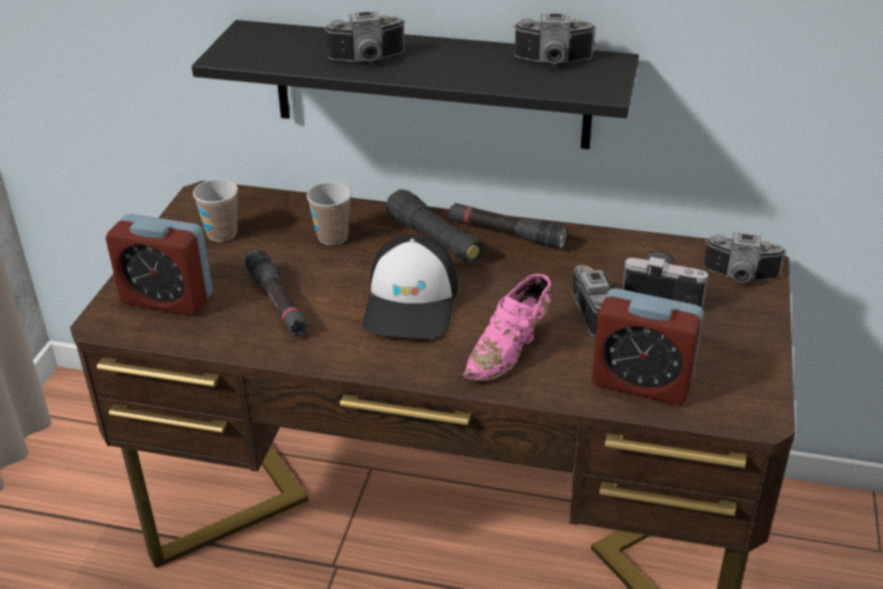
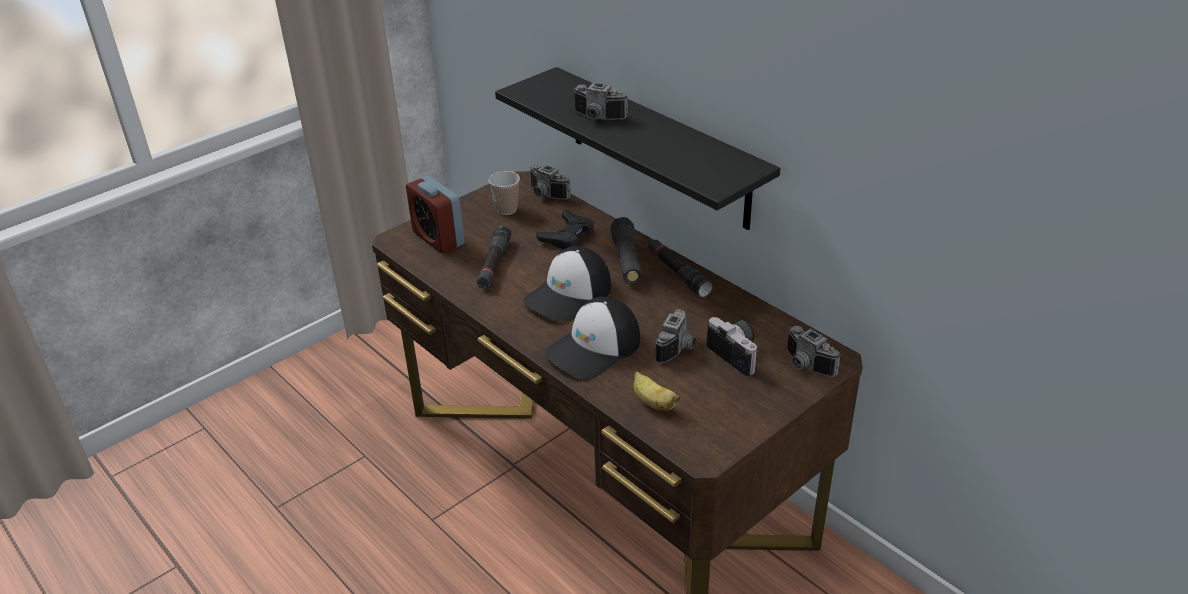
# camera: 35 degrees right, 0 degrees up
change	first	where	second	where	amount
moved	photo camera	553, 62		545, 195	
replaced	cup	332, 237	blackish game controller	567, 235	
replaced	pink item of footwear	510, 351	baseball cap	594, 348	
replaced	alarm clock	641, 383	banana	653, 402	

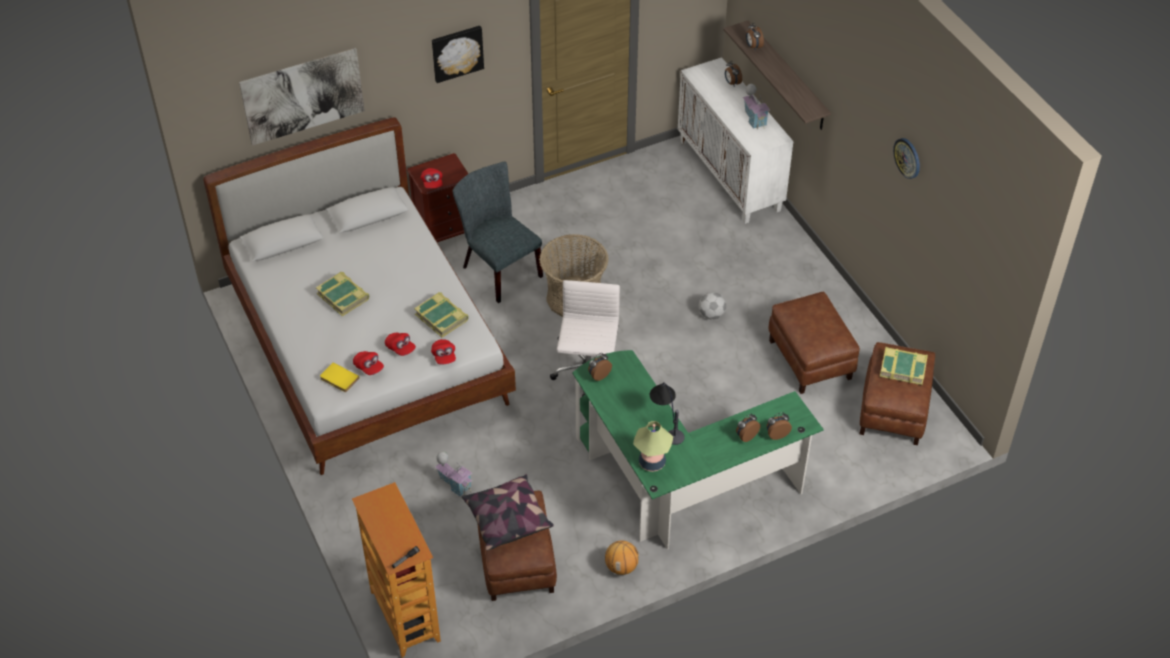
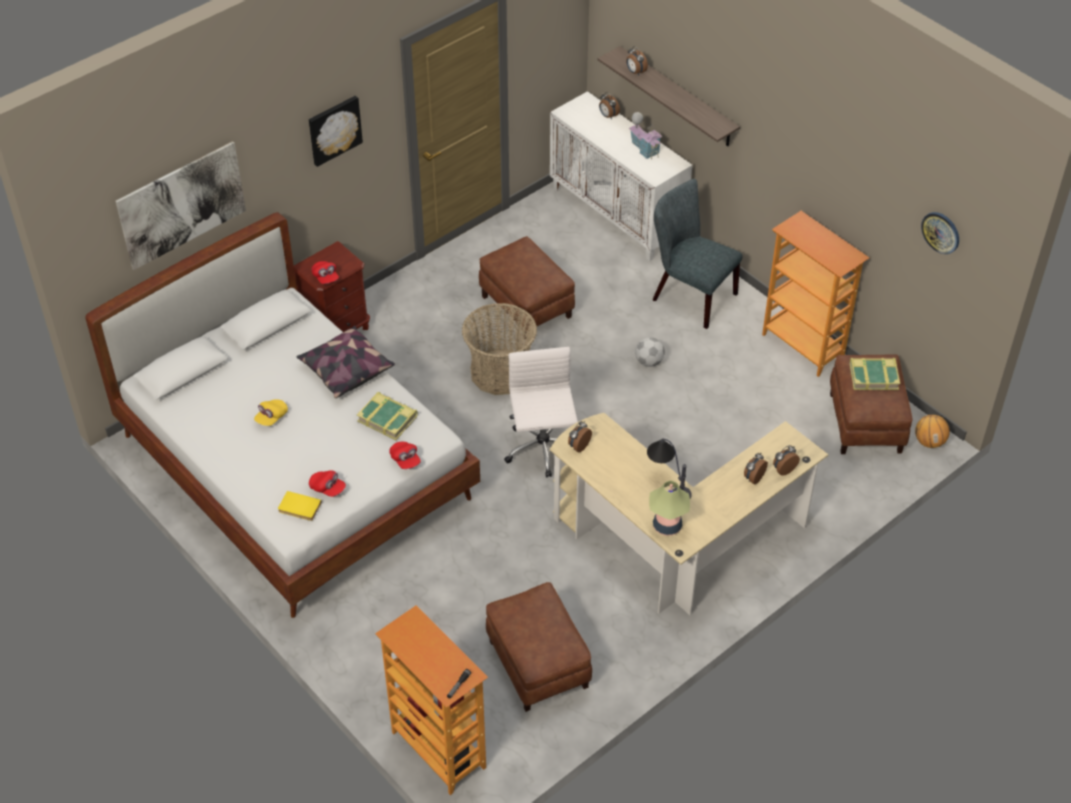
# camera: 15 degrees left, 0 degrees up
change	first	where	second	where	amount
replaced	bound book	343, 296	yellowish baseball cap	271, 417	
moved	pillow	507, 519		346, 370	
moved	brown-coloured footrest	810, 359		527, 306	
recoloured	greenish desk unit	676, 484	sand-coloured desk unit	675, 545	
moved	grey chair	498, 269		689, 295	
added			bookcase	803, 346	
moved	ball for basketball	621, 567		929, 442	
moved	hanging clock	907, 158		941, 232	
removed	red-coloured baseball cap	400, 348			
removed	miniature house	455, 484			

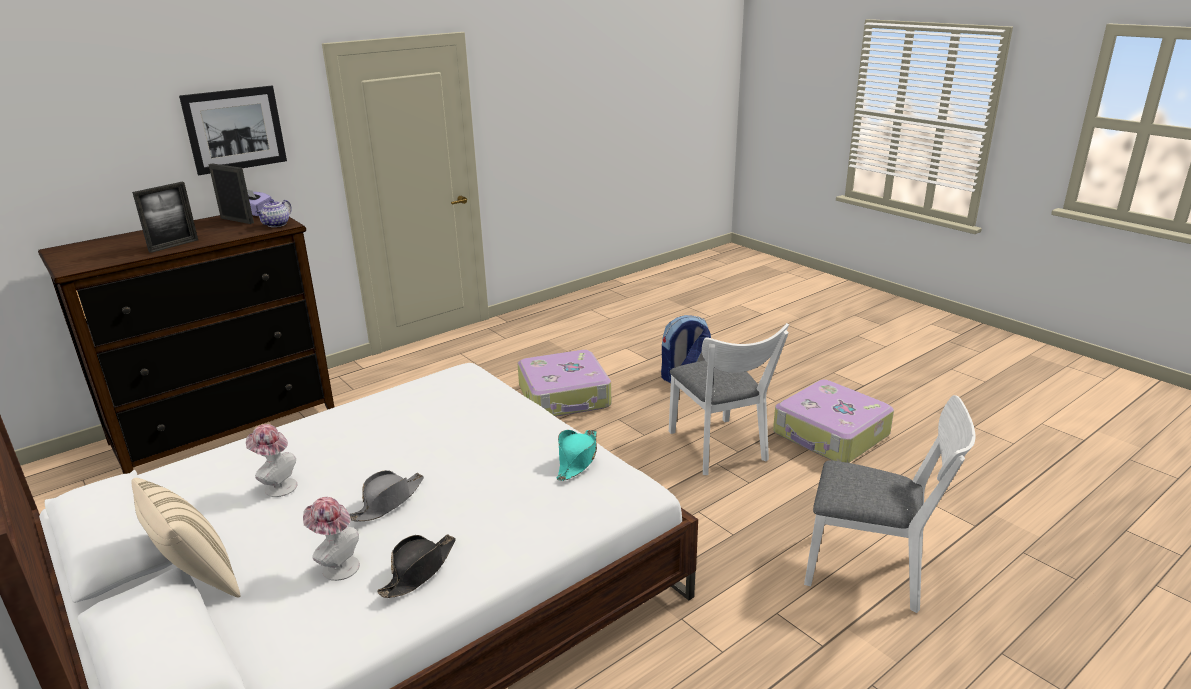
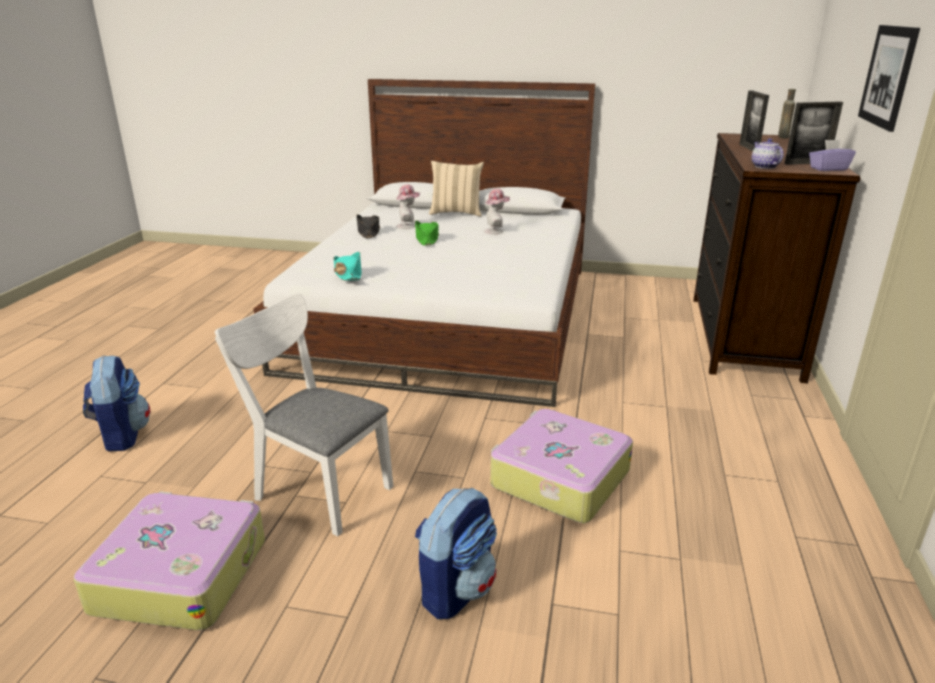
# camera: 140 degrees right, 0 degrees up
change	first	where	second	where	amount
replaced	whitish chair	875, 572	backpack	122, 435	
recoloured	grey wearable hat	388, 502	greenish wearable hat	427, 239	
added			brown-coloured bottle	783, 136	

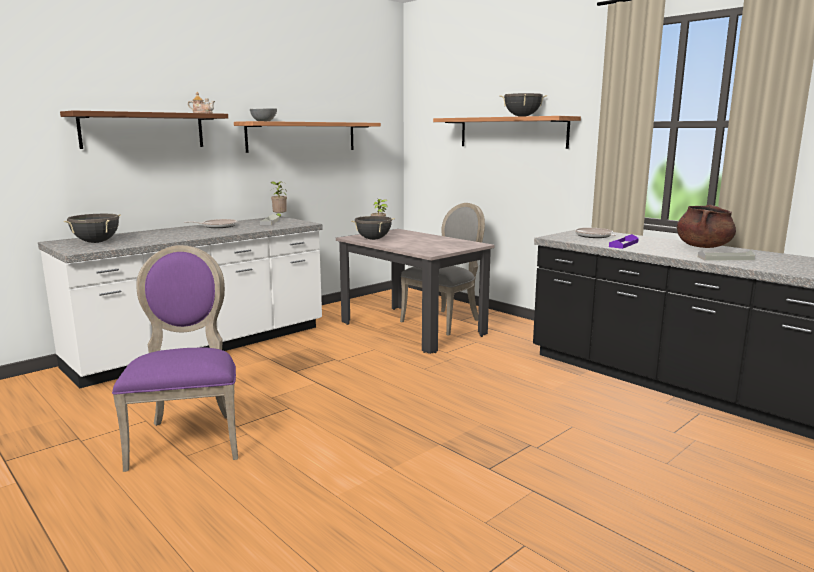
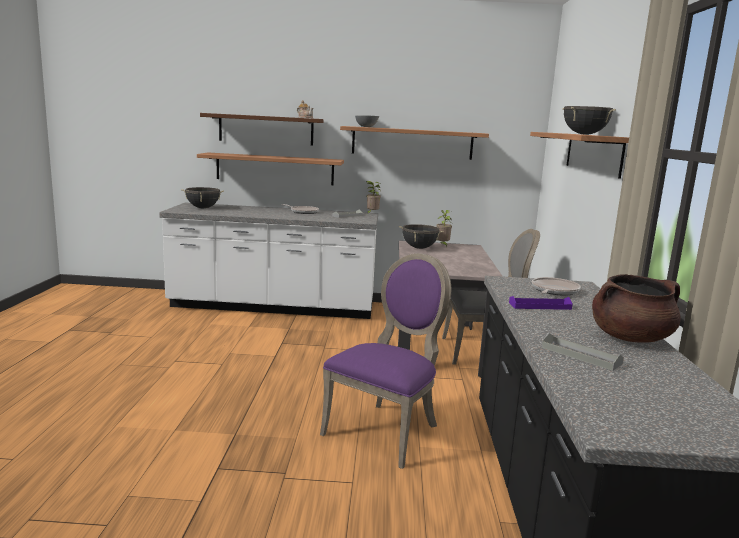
# camera: 45 degrees right, 0 degrees up
change	first	where	second	where	amount
added			shelf	275, 169	
moved	purplish chair	188, 438		386, 430	

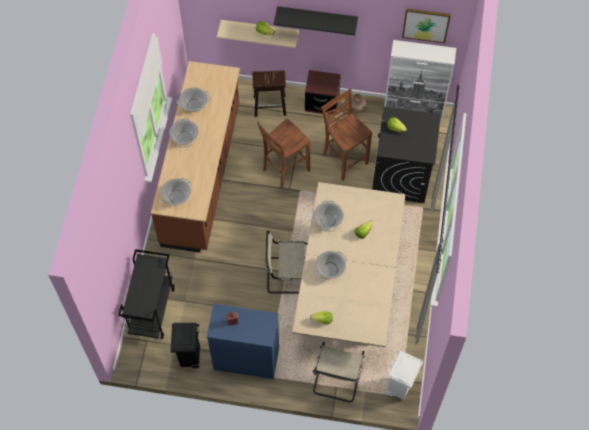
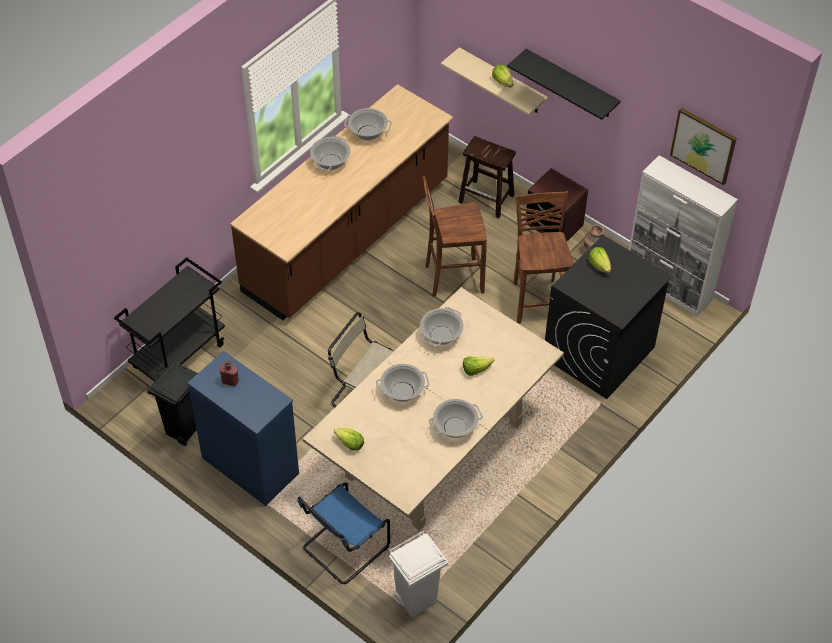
# camera: 30 degrees right, 10 degrees down
change	first	where	second	where	amount
recoloured	sand-coloured chair	336, 380	blue-coloured chair	343, 549	
moved	cooking pot	177, 197		455, 427	

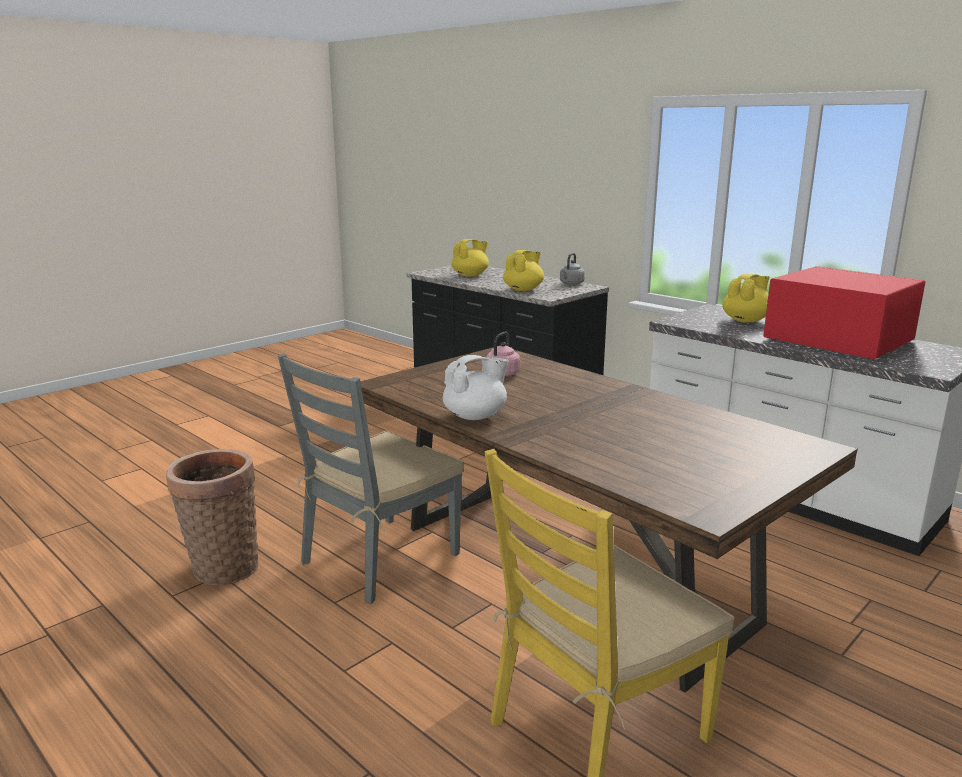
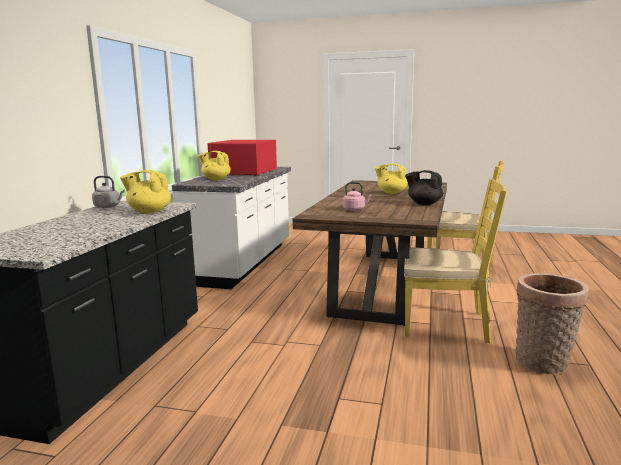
# camera: 120 degrees left, 5 degrees down
change	first	where	second	where	amount
moved	yellowish pot for tea	470, 275		391, 193	
recoloured	grey chair	379, 558	yellowish chair	446, 324	
recoloured	whitish pot for tea	476, 416	blackish pot for tea	424, 204	

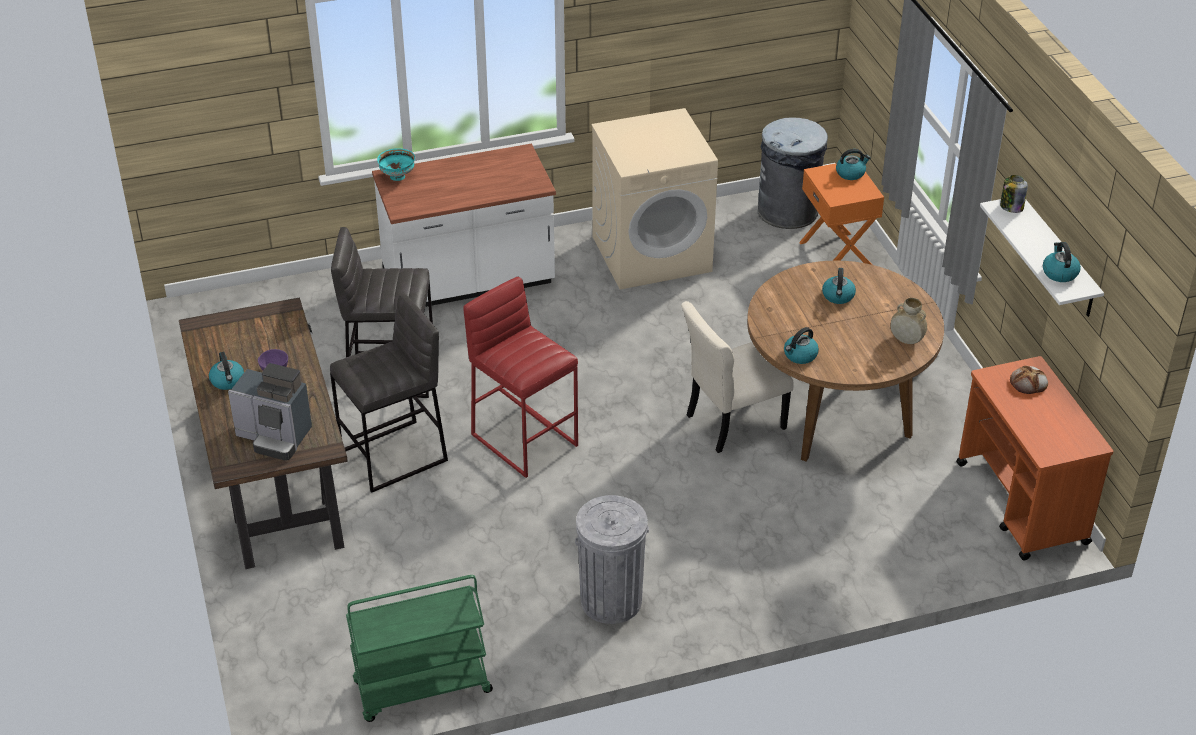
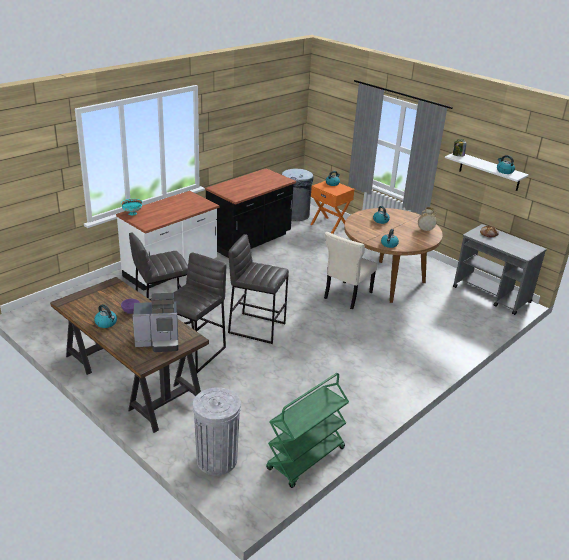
# camera: 30 degrees left, 10 degrees down
change	first	where	second	where	amount
moved	grey waste bin	611, 600		217, 460	
replaced	sand-coloured laundry appliance	652, 253	blackish kitchen counter	250, 241	
recoloured	red-coloured stool	524, 439	grey stool	256, 327	
recoloured	orangey wheeled cart	1022, 504	grey wheeled cart	492, 295	

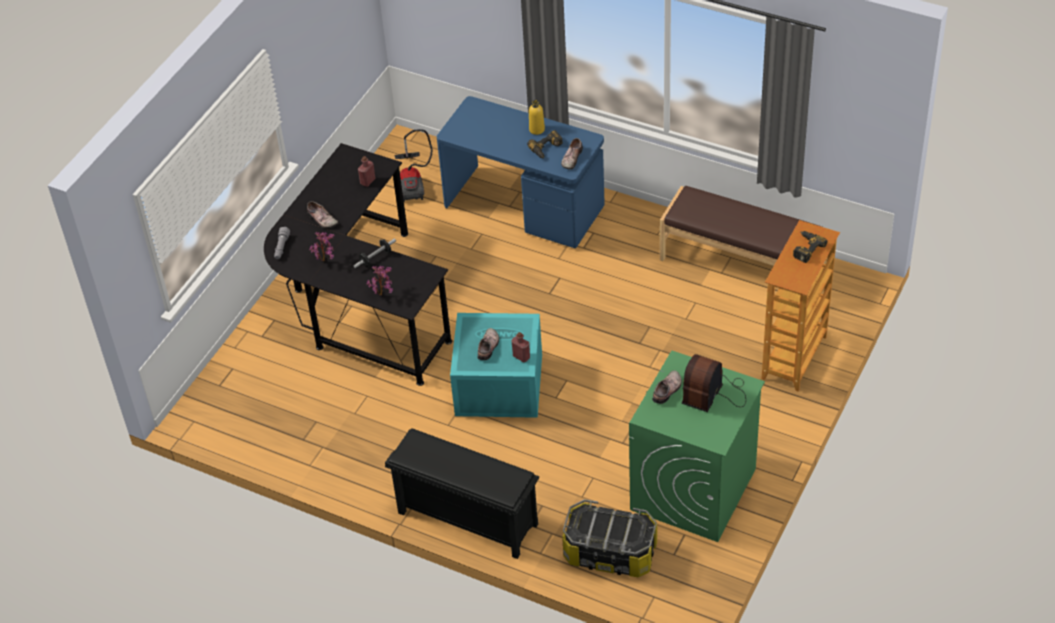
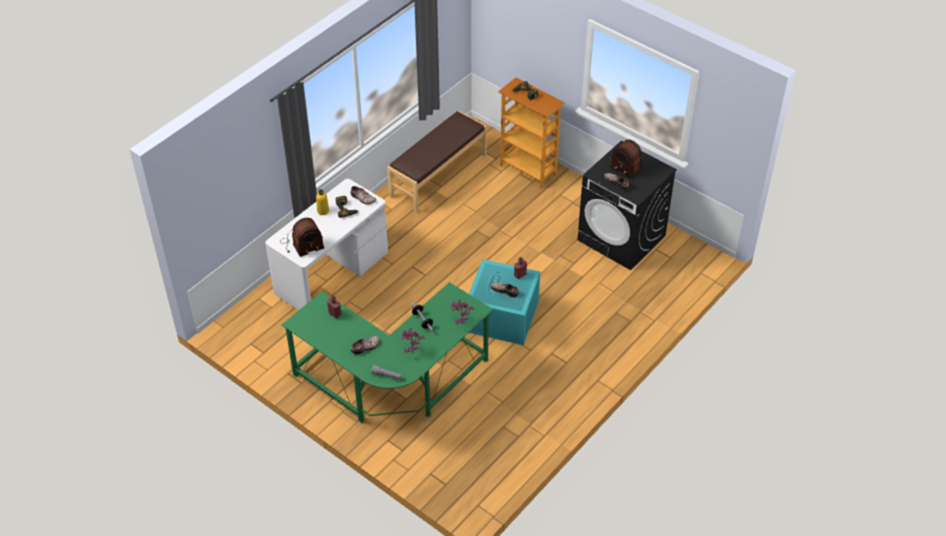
# camera: 80 degrees left, 0 degrees up
change	first	where	second	where	amount
recoloured	blue-coloured desk unit	525, 207	whitish desk unit	331, 272	
added			radio set	301, 244	
recoloured	blackish desk unit	359, 304	greenish desk unit	392, 384	
recoloured	greenish laundry appliance	693, 490	blackish laundry appliance	622, 238	
removed	blackish shoe stand	466, 519			
removed	vacuum	413, 182			
removed	storage container	610, 552			

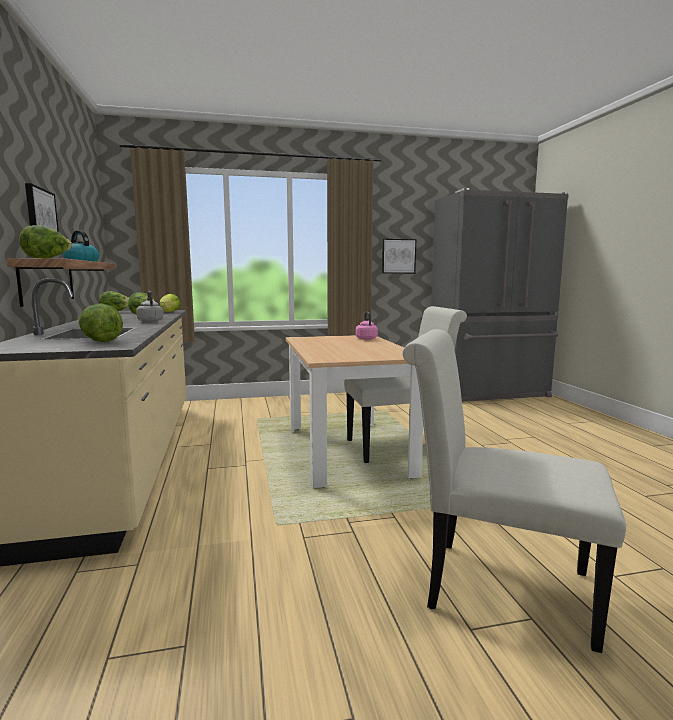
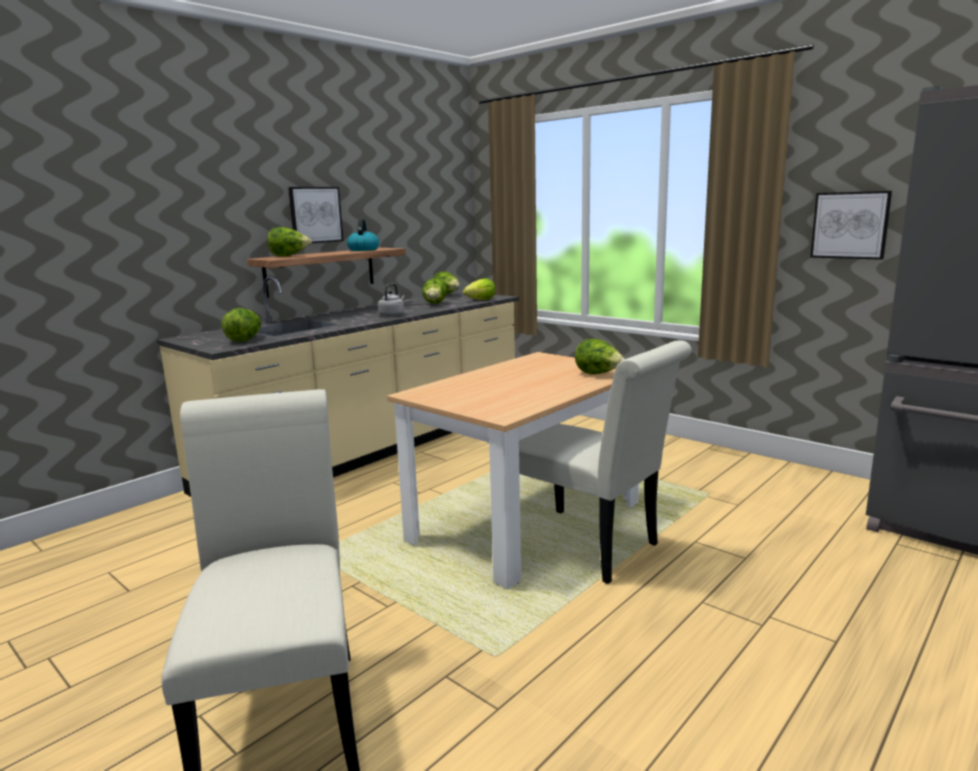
# camera: 55 degrees right, 5 degrees up
change	first	where	second	where	amount
replaced	pink water kettle	366, 338	head of lettuce	598, 374	

